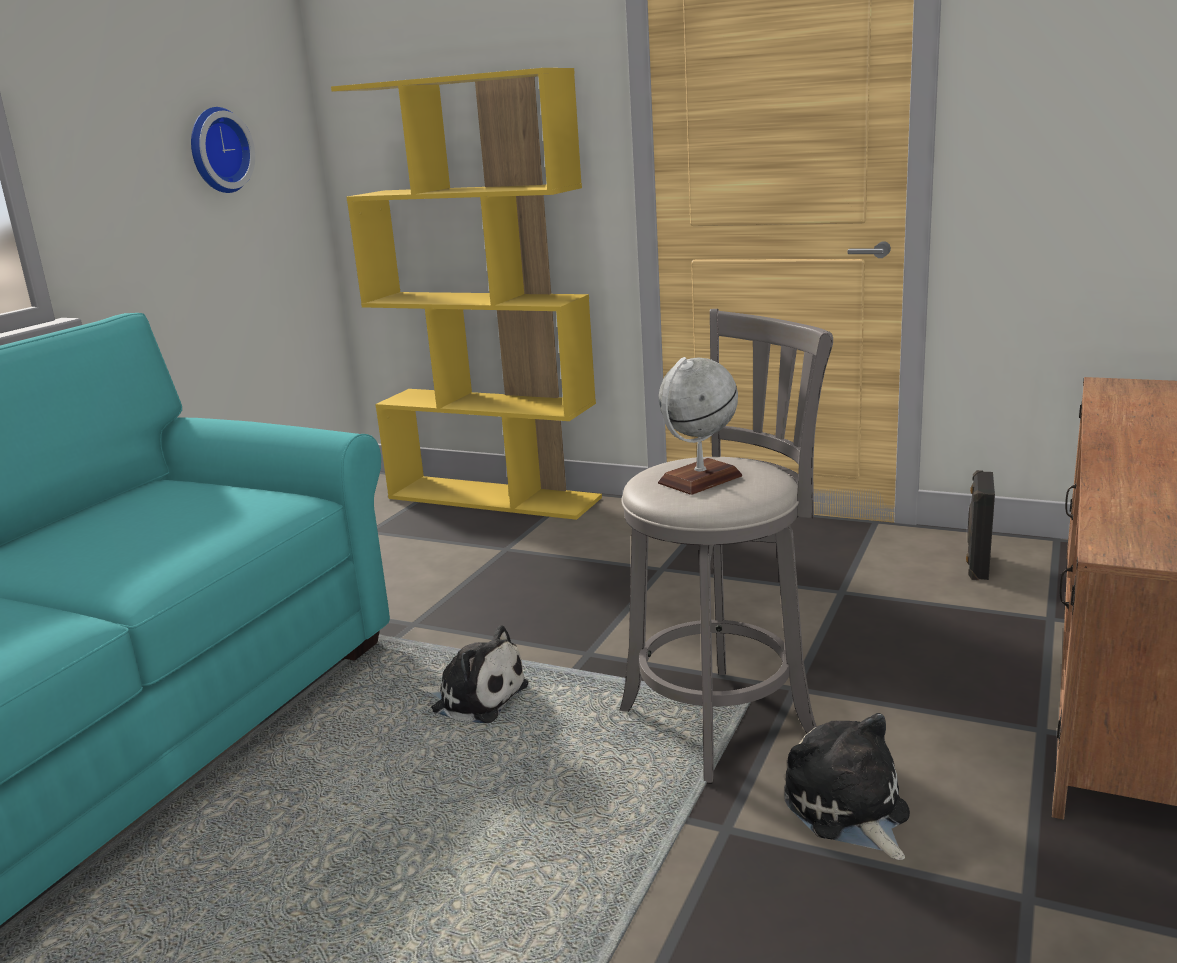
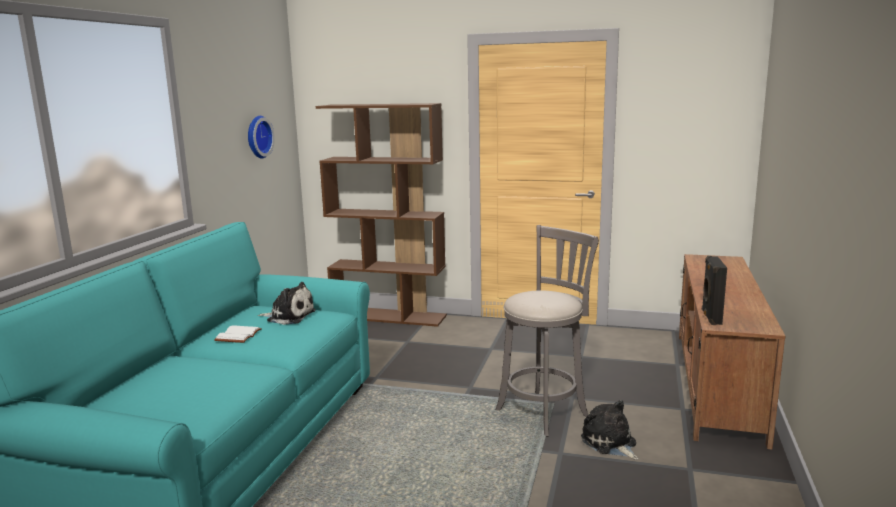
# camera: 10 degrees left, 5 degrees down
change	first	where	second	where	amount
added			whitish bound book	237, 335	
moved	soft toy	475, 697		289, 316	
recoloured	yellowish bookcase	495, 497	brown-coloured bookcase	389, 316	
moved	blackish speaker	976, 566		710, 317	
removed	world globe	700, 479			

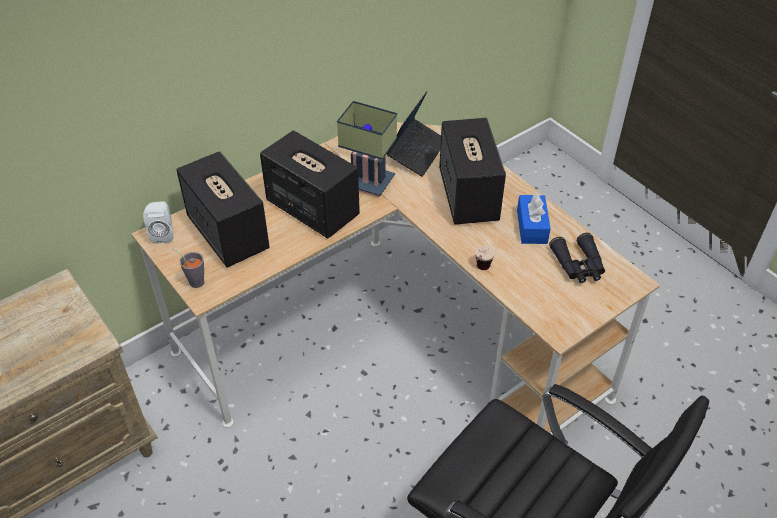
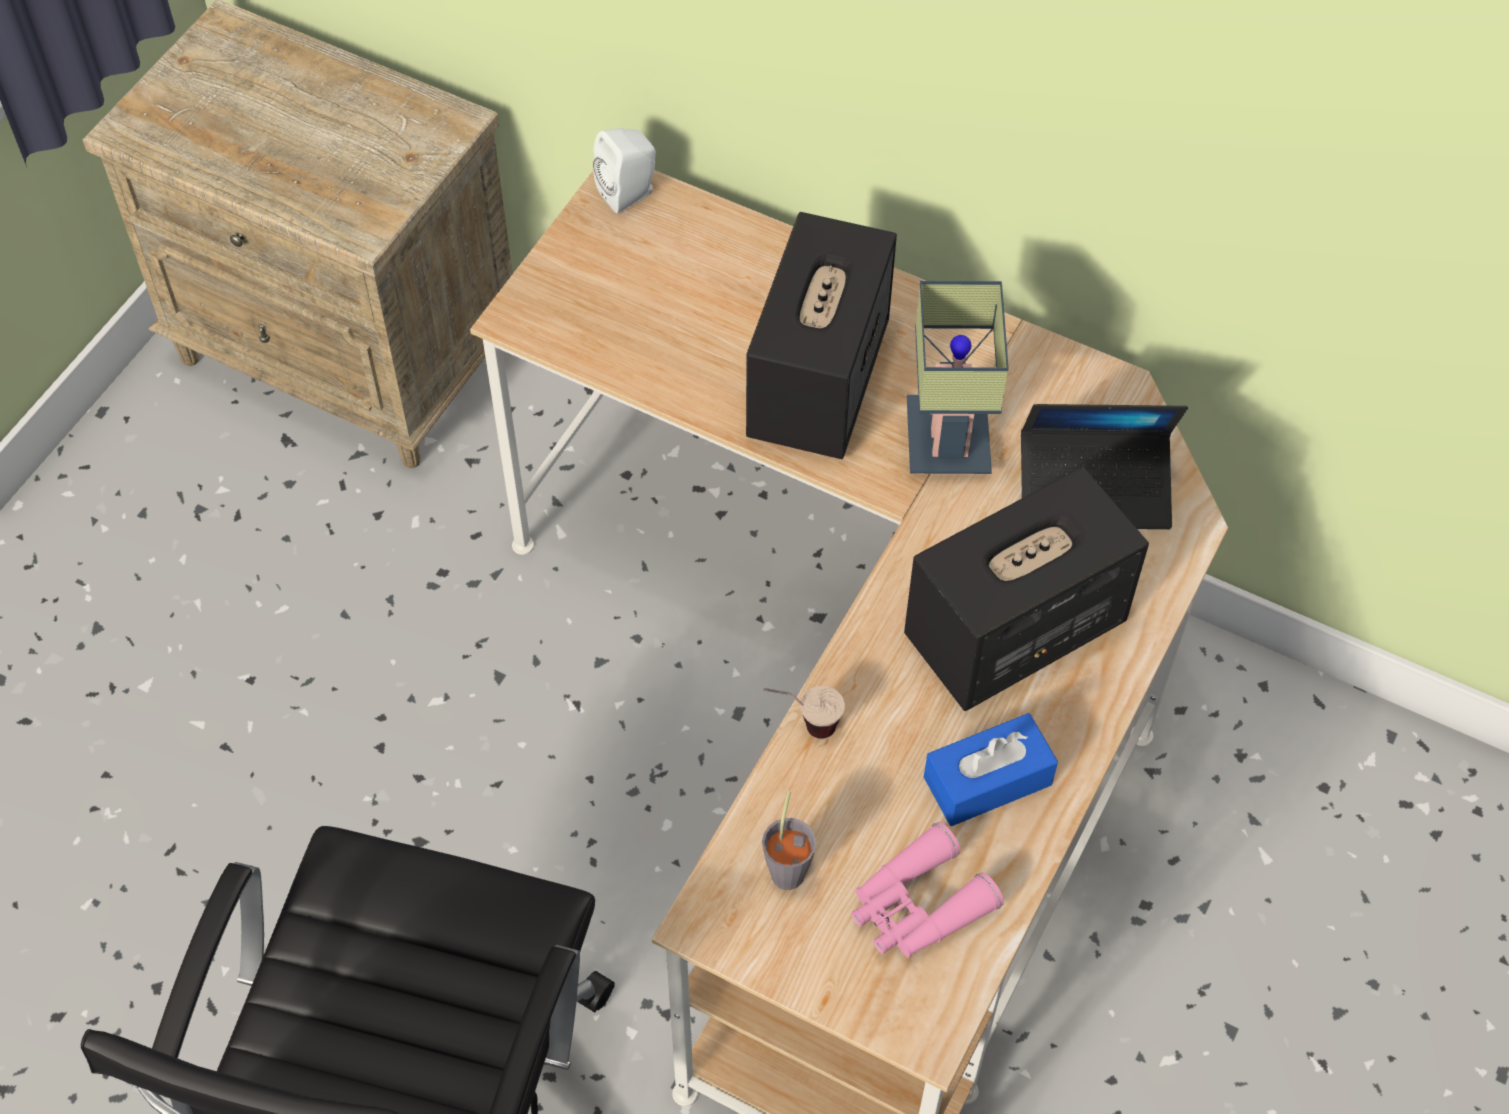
# camera: 65 degrees right, 10 degrees up
change	first	where	second	where	amount
moved	grey cup	194, 280		789, 867	
recoloured	blackish binoculars	578, 265	pink binoculars	917, 906	
removed	speaker	229, 234			

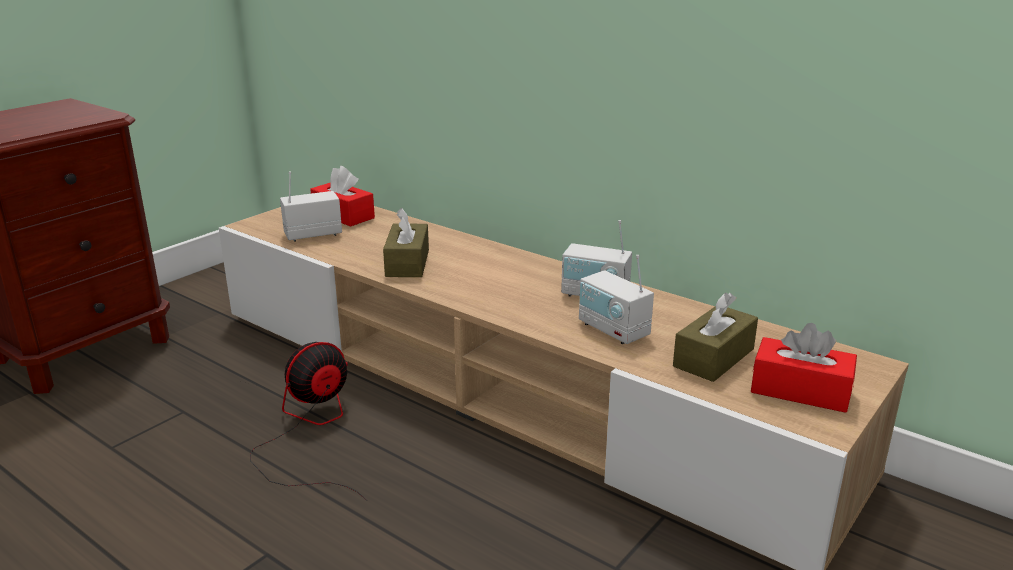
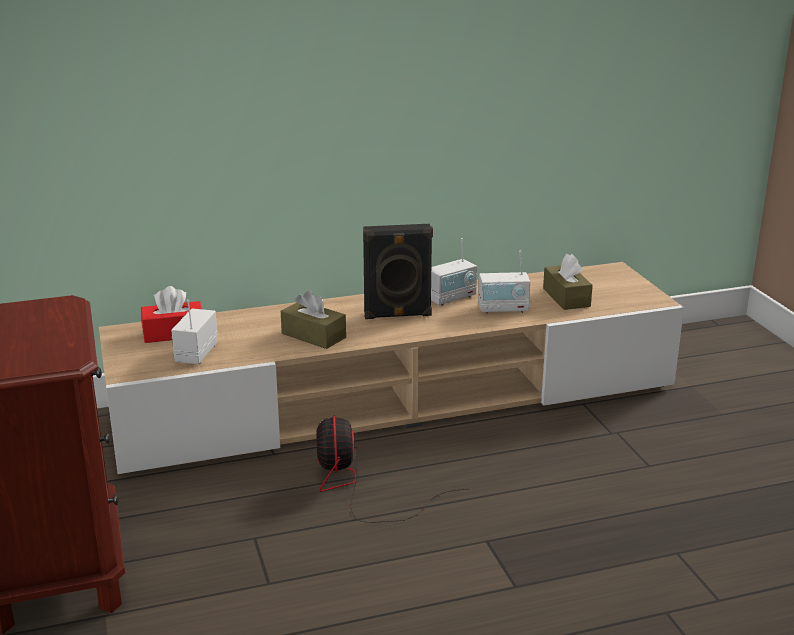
# camera: 55 degrees left, 0 degrees up
change	first	where	second	where	amount
added			blackish speaker	397, 315	
removed	red-coloured tissue box	800, 390			

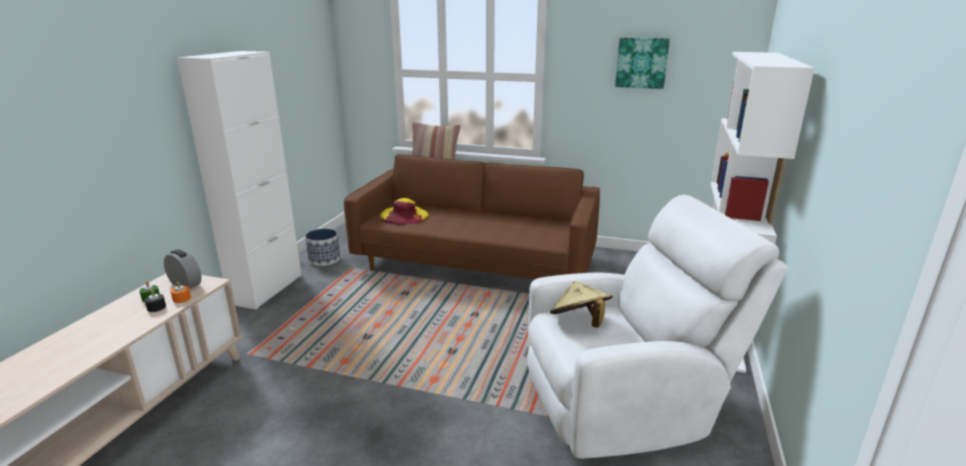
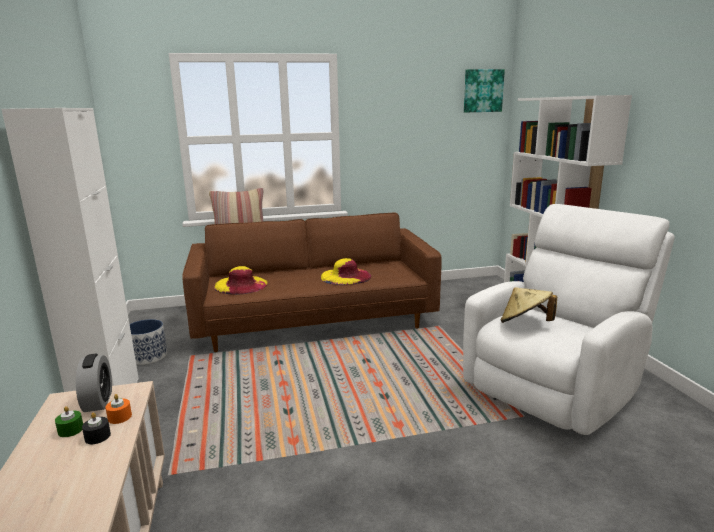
# camera: 30 degrees left, 5 degrees down
change	first	where	second	where	amount
turned	alarm clock	185, 284		98, 401	75 degrees clockwise
added			yellowish wearable hat	345, 276	
moved	picture	641, 62		482, 91	

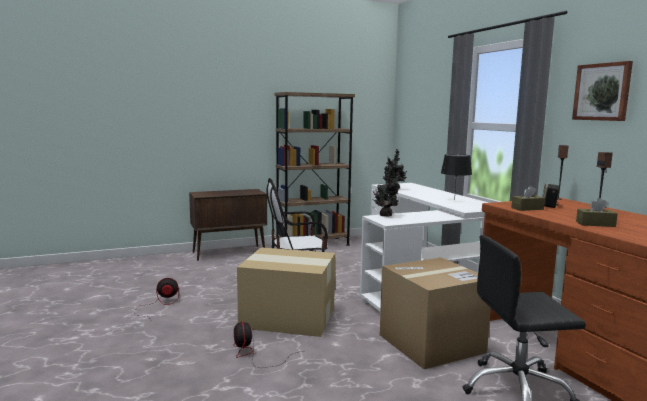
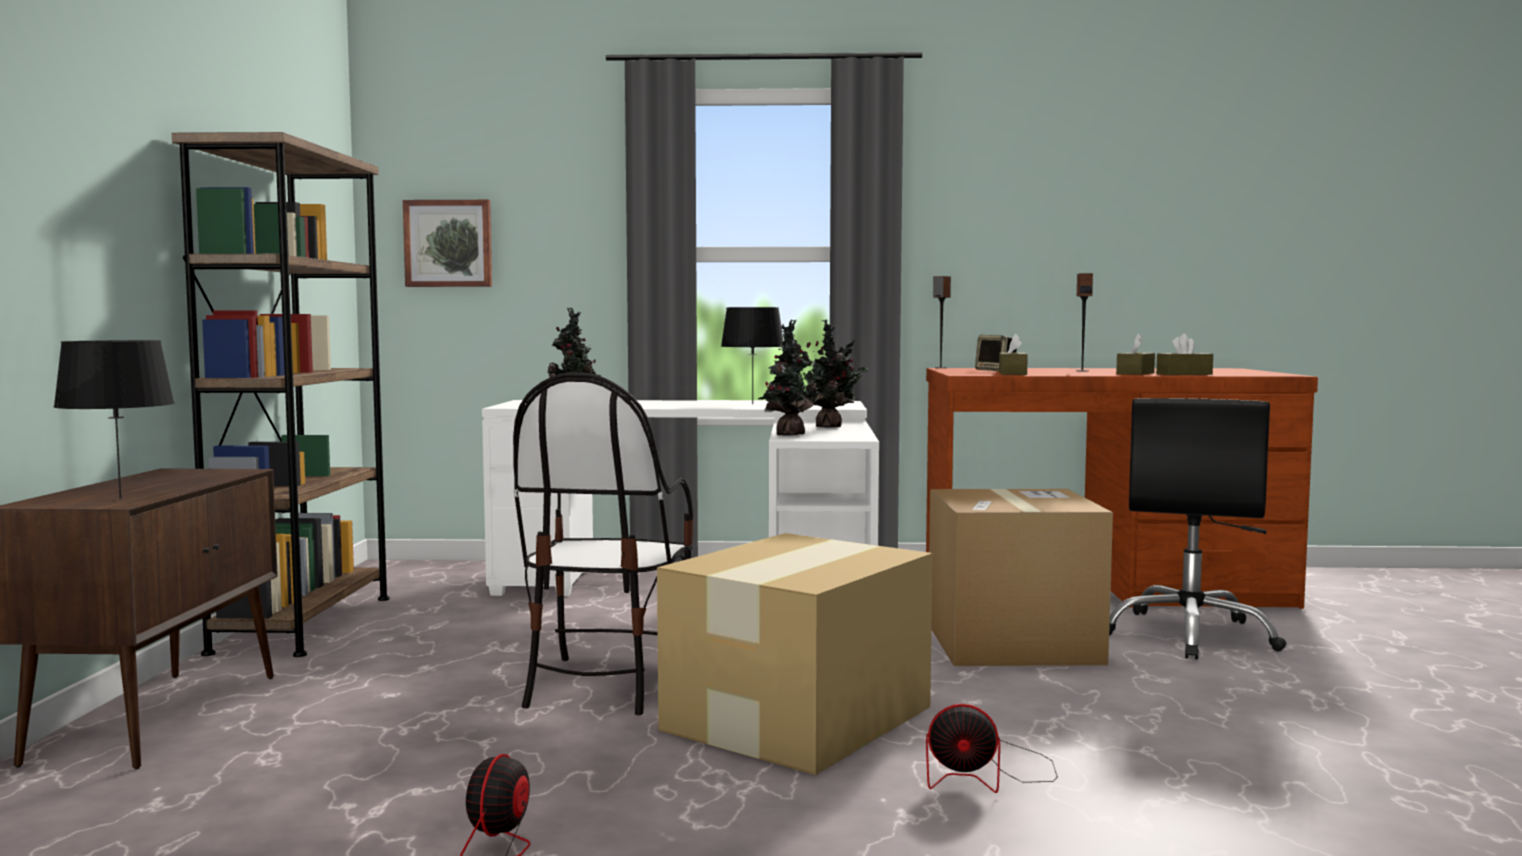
# camera: 65 degrees left, 5 degrees down
change	first	where	second	where	amount
added			blackish table lamp	120, 499	
moved	picture	602, 92		449, 243	
added			plant in a pot	830, 427	
added			brown-coloured tissue box	1184, 374	

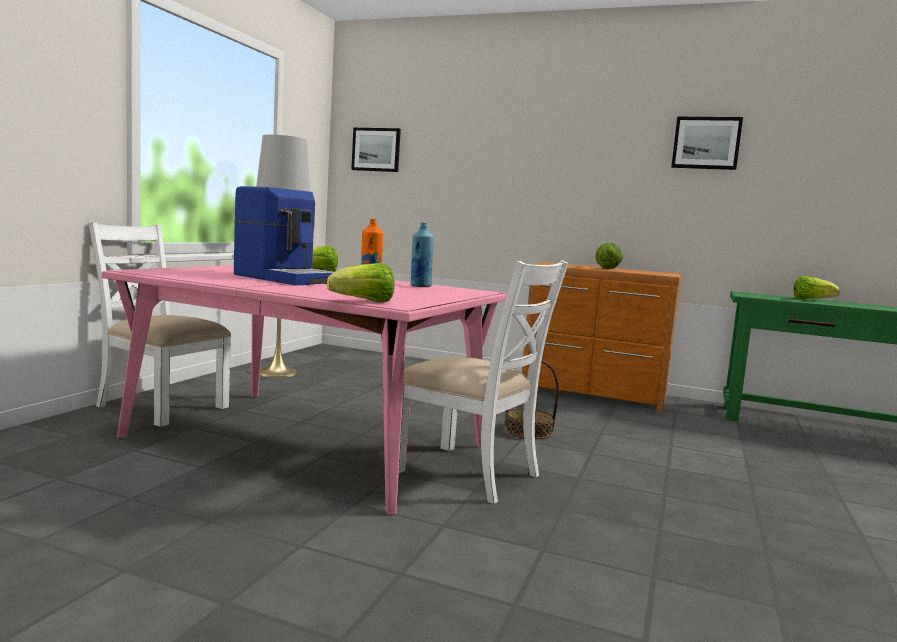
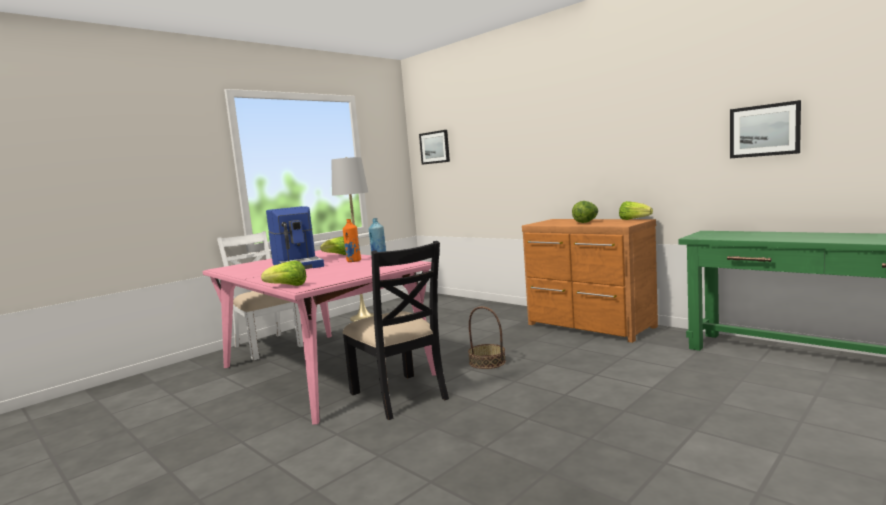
# camera: 25 degrees right, 0 degrees up
change	first	where	second	where	amount
recoloured	whitish chair	468, 473	blackish chair	399, 395	
moved	head of lettuce	811, 300		634, 219	
moved	picture	706, 143		764, 130	

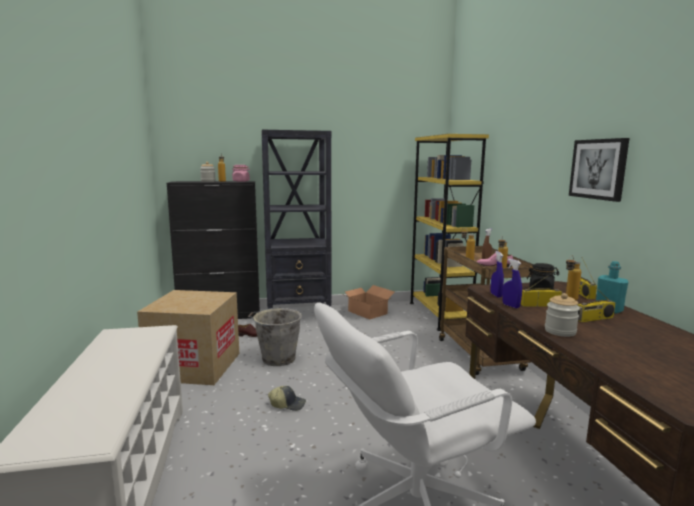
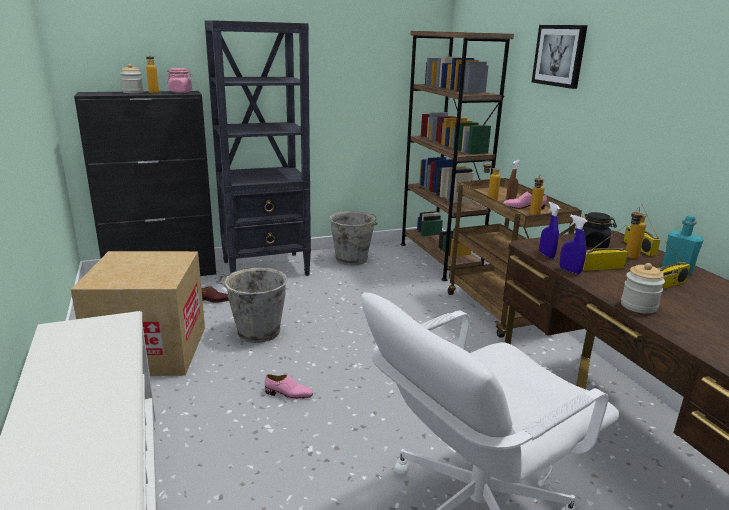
# camera: 10 degrees left, 10 degrees up
change	first	where	second	where	amount
replaced	baseball cap	288, 404	pink item of footwear	288, 394	
replaced	packing box	367, 312	grey water bucket	352, 259	
recoloured	yellowish bookcase	439, 314	brown-coloured bookcase	439, 259	
moved	picture	598, 169		559, 55	

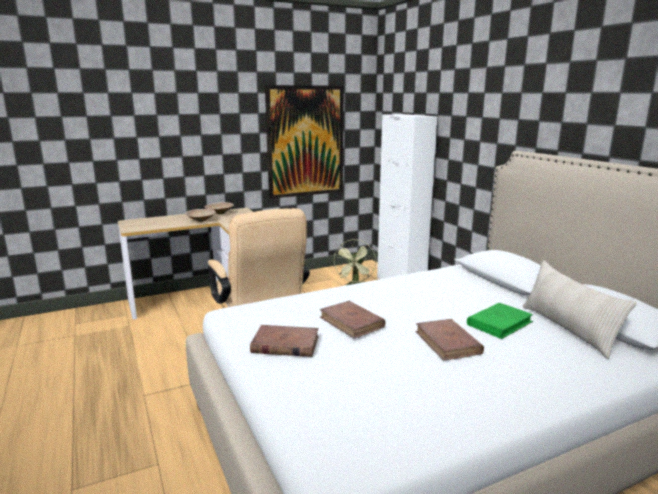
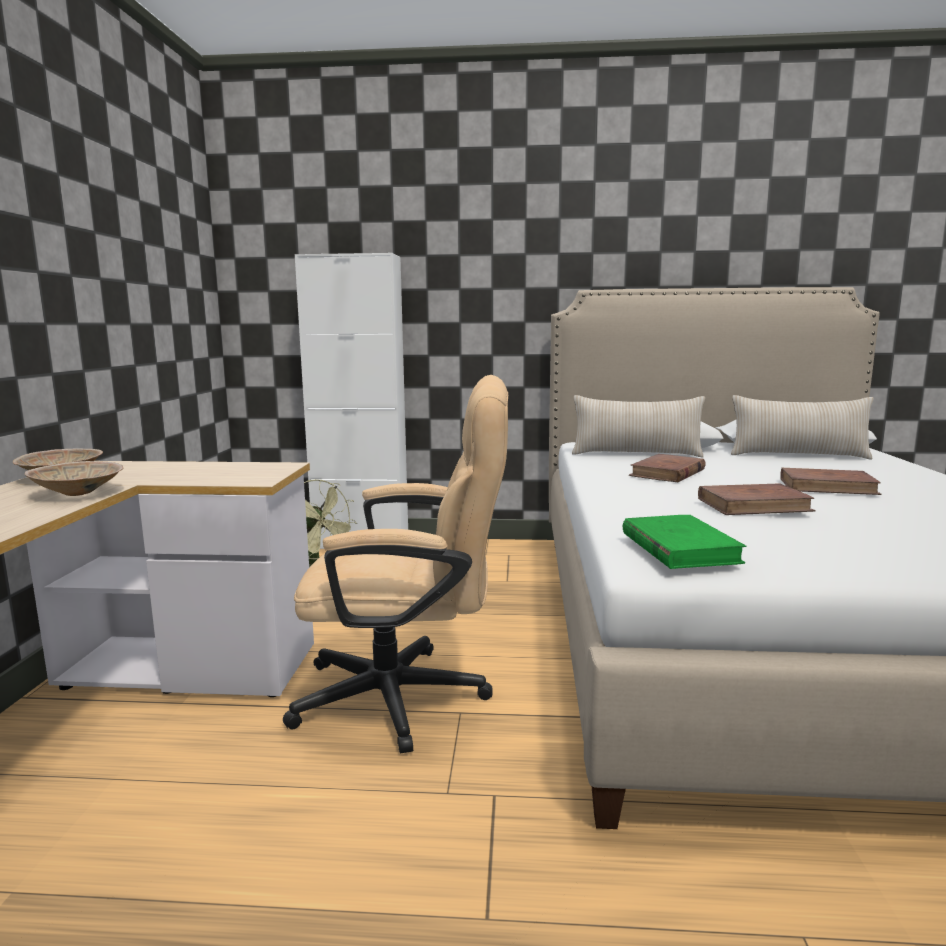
# camera: 60 degrees left, 5 degrees down
change	first	where	second	where	amount
added			sand-coloured pillow	636, 454	
moved	greenish bound book	499, 323		679, 547	
moved	brown-coloured bound book	285, 344		667, 473	
removed	picture	305, 141			

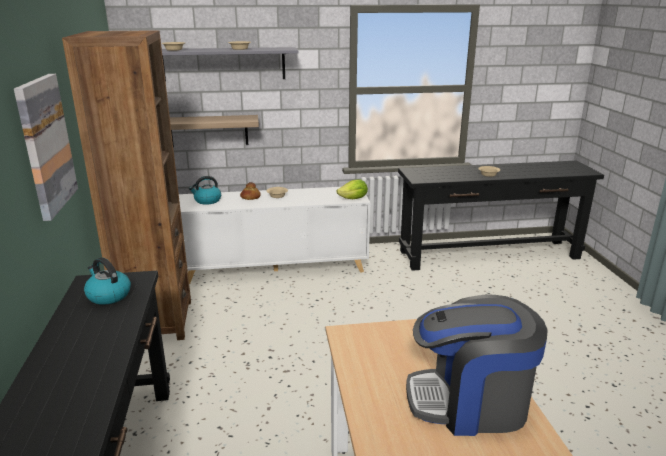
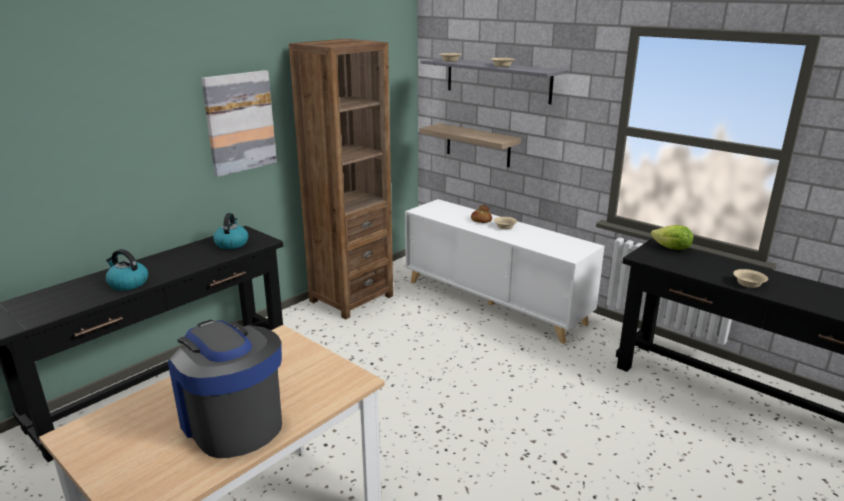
# camera: 50 degrees right, 0 degrees up
change	first	where	second	where	amount
moved	water kettle	207, 201		128, 283	
moved	head of lettuce	353, 199		672, 249	

